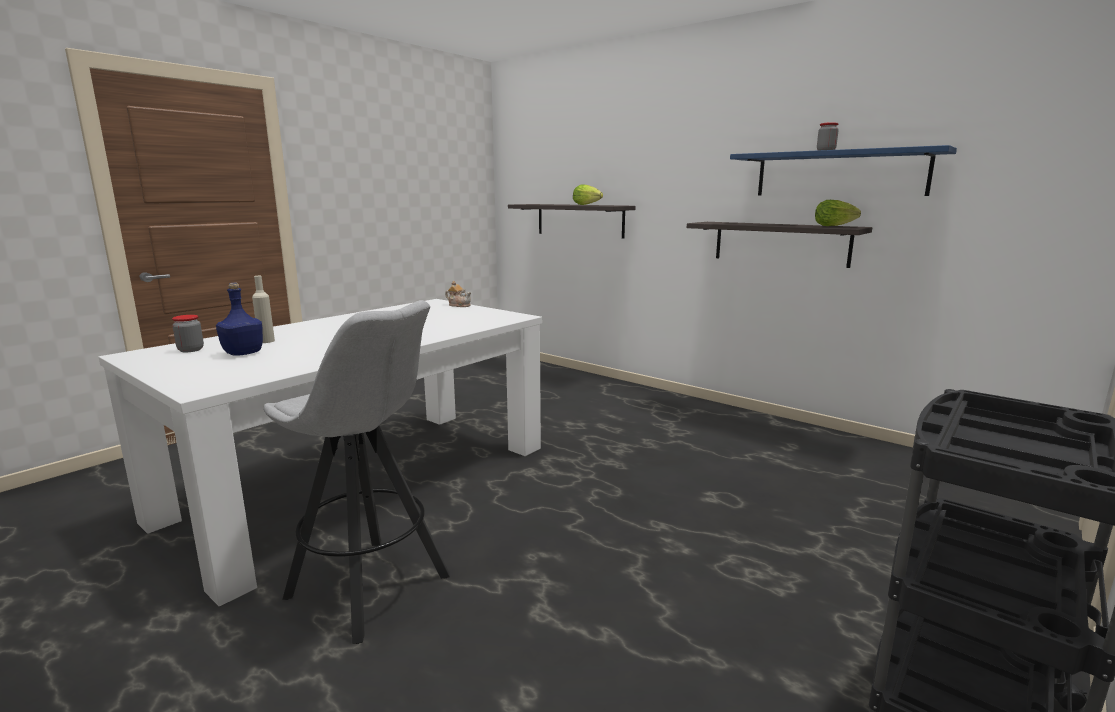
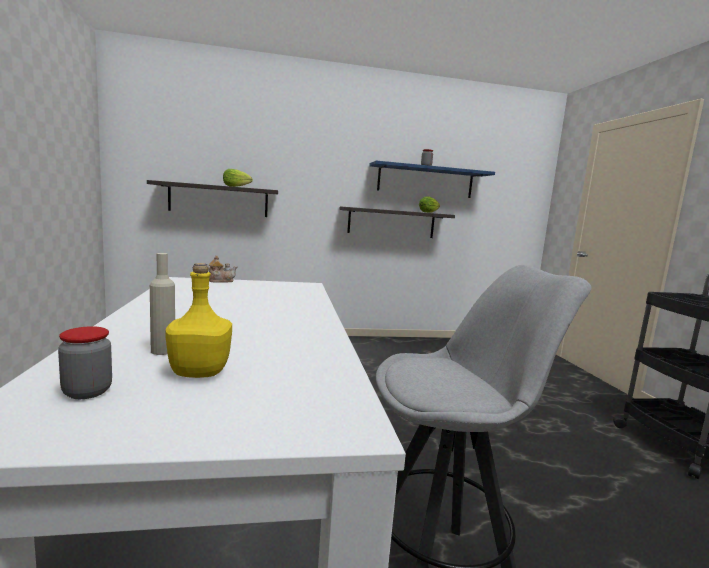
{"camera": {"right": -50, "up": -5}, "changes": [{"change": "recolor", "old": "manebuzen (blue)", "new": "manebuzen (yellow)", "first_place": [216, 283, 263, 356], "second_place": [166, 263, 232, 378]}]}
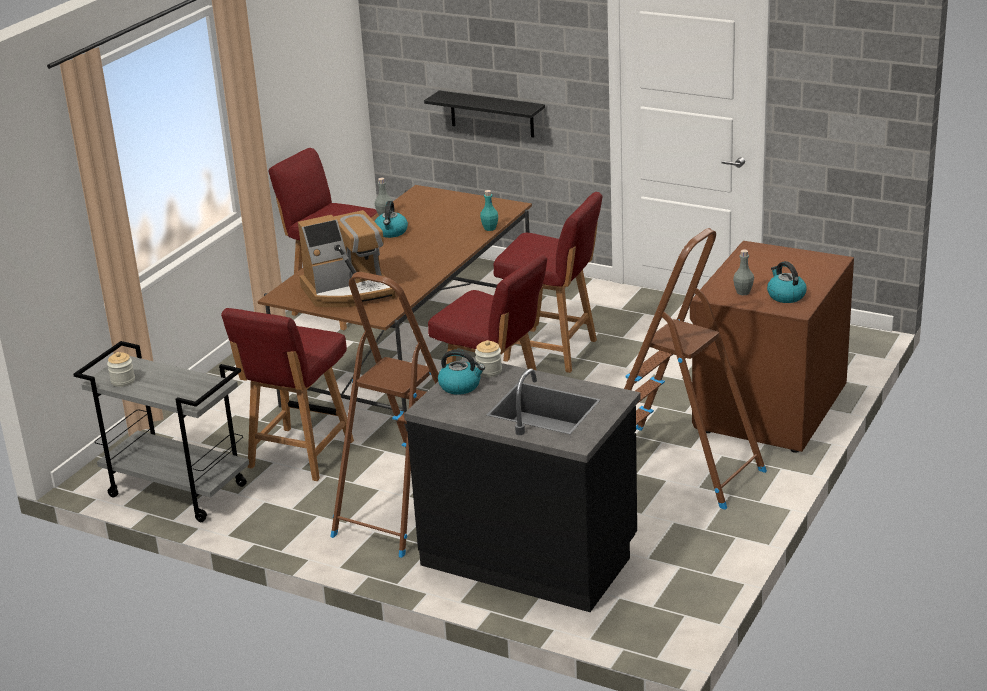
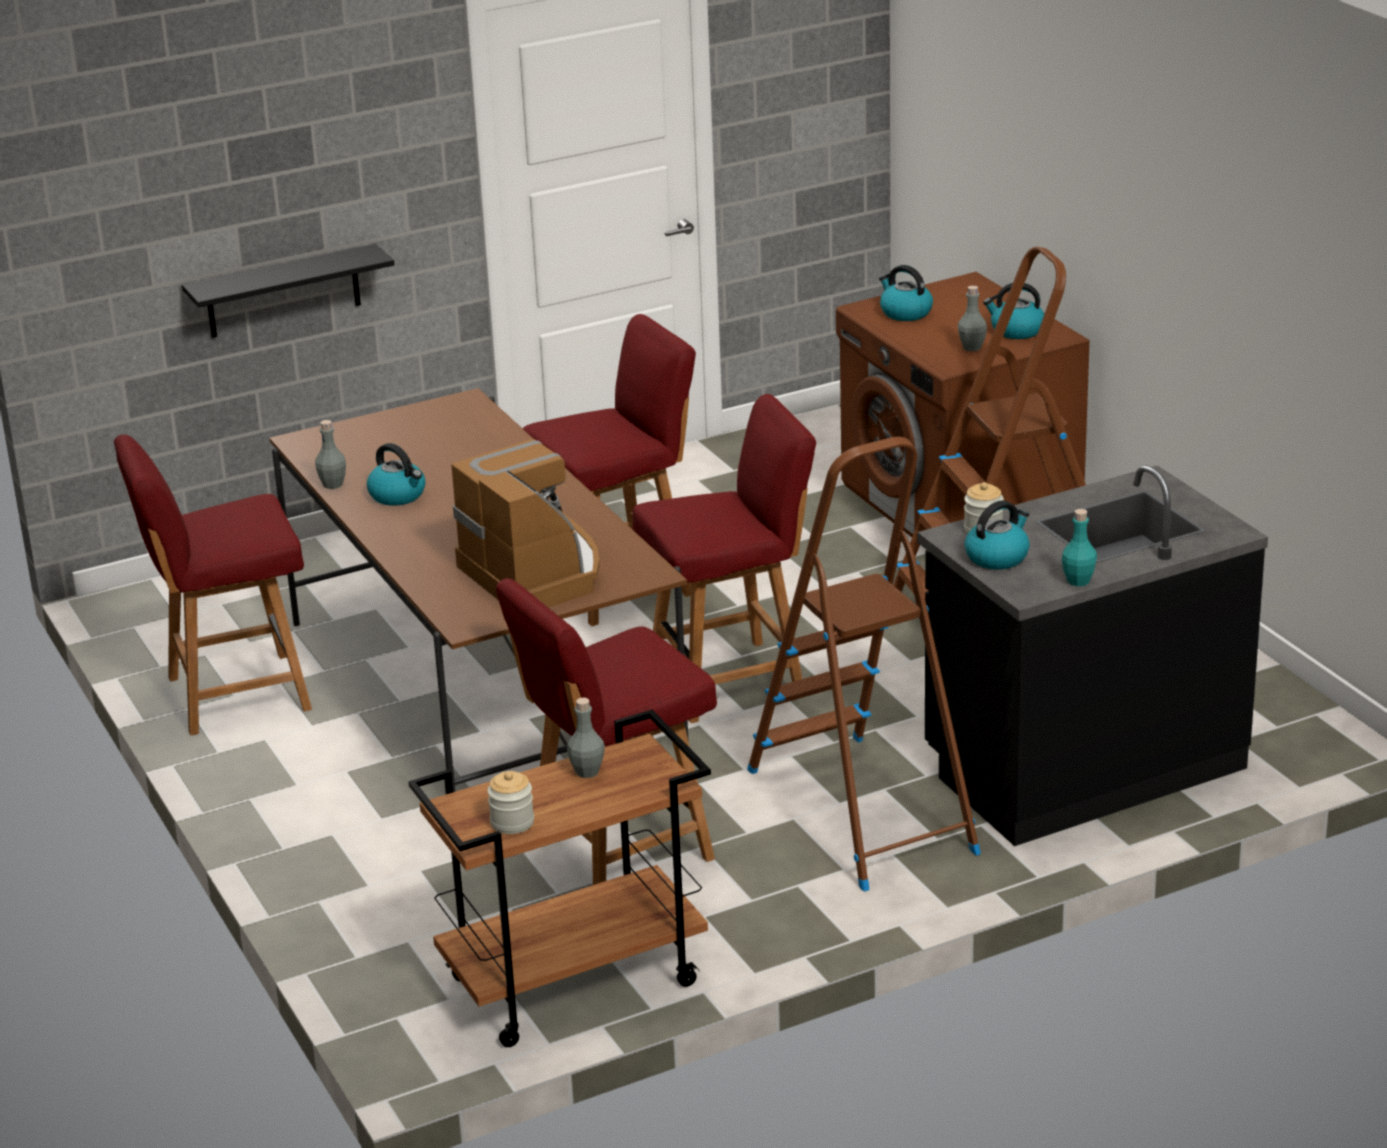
{"camera": {"right": -55, "up": 0}, "changes": [{"change": "insert", "new": "manebuzen (grey)", "second_place": [567, 698, 605, 778]}, {"change": "insert", "new": "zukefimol", "second_place": [879, 265, 933, 321]}, {"change": "move", "old": "manebuzen (turquoise)", "first_place": [480, 190, 498, 231], "second_place": [1062, 509, 1097, 586]}, {"change": "recolor", "old": "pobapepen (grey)", "new": "pobapepen (brown)", "first_place": [73, 341, 249, 522], "second_place": [408, 710, 711, 1047]}, {"change": "rotate", "old": "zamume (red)", "first_place": [221, 308, 354, 481], "second_place": [496, 578, 717, 885], "degrees": 90}, {"change": "rotate", "old": "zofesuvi", "first_place": [298, 210, 395, 307], "second_place": [451, 439, 600, 608], "degrees": -45}]}
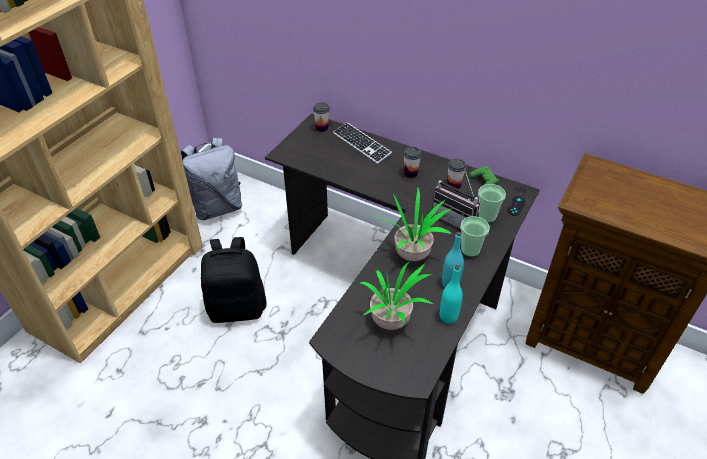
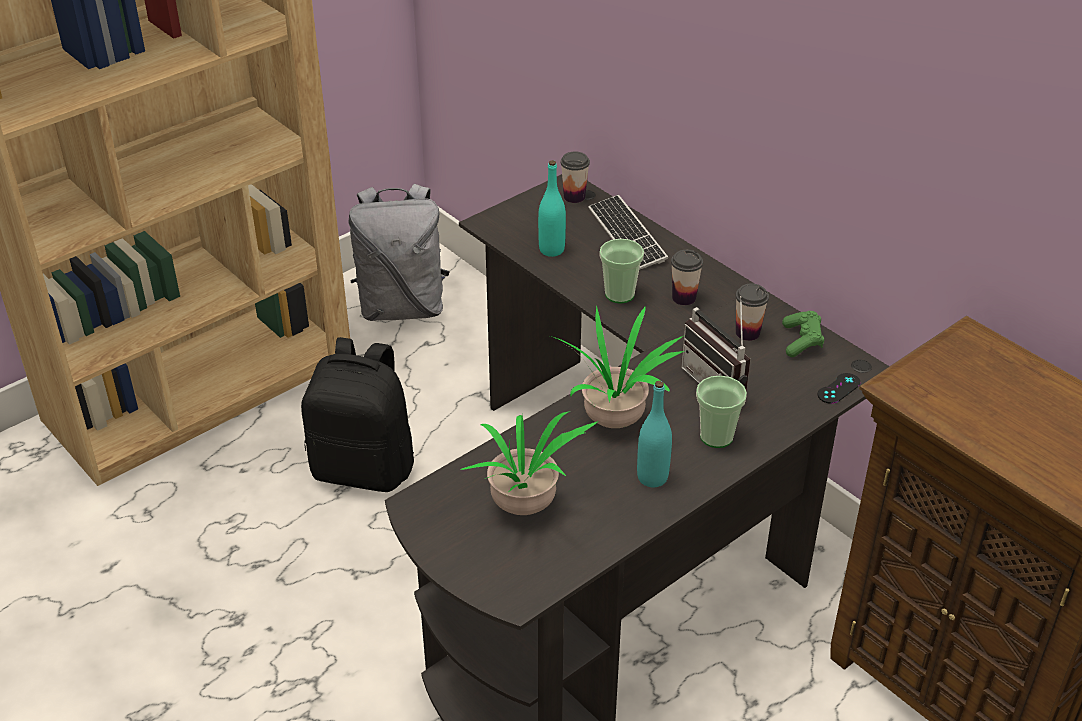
{"camera": {"right": 20, "up": -5}, "changes": [{"change": "move", "old": "manebuzen (turquoise)", "first_place": [440, 265, 463, 324], "second_place": [538, 160, 566, 257]}, {"change": "move", "old": "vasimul", "first_place": [478, 184, 506, 223], "second_place": [600, 239, 644, 304]}]}
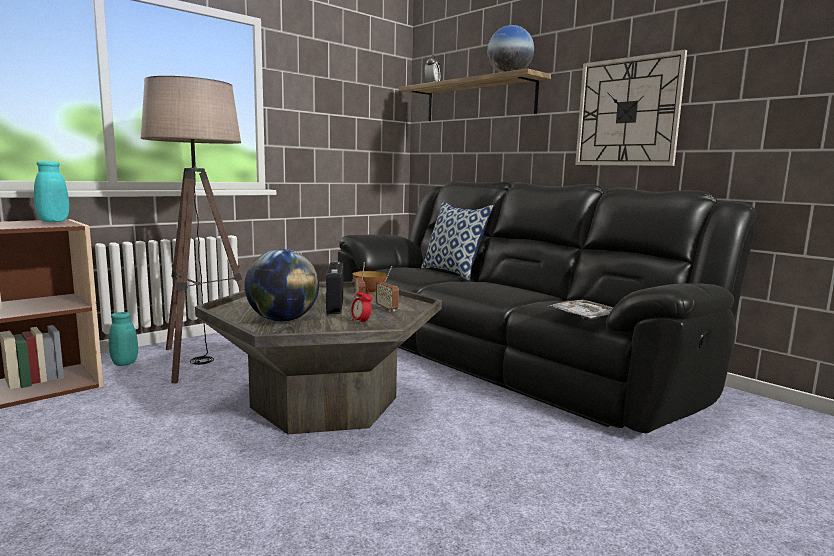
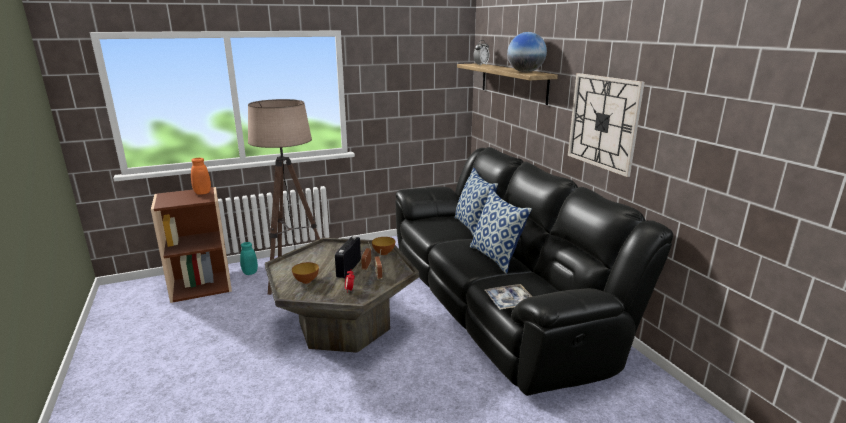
{"camera": {"right": 20, "up": 10}, "changes": [{"change": "insert", "new": "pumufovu", "second_place": [470, 188, 532, 274]}, {"change": "replace", "old": "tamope", "new": "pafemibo", "first_place": [244, 249, 319, 322], "second_place": [292, 262, 319, 284]}, {"change": "recolor", "old": "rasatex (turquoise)", "new": "rasatex (orange)", "first_place": [34, 161, 69, 222], "second_place": [191, 158, 211, 195]}]}
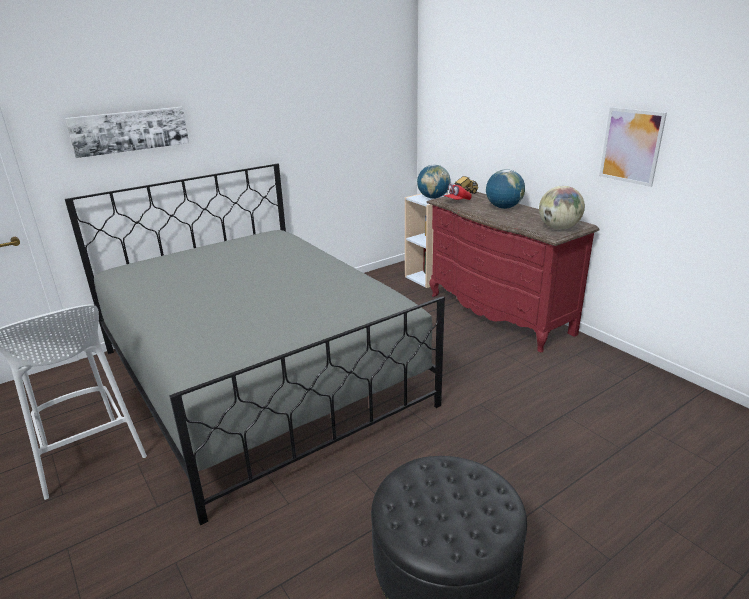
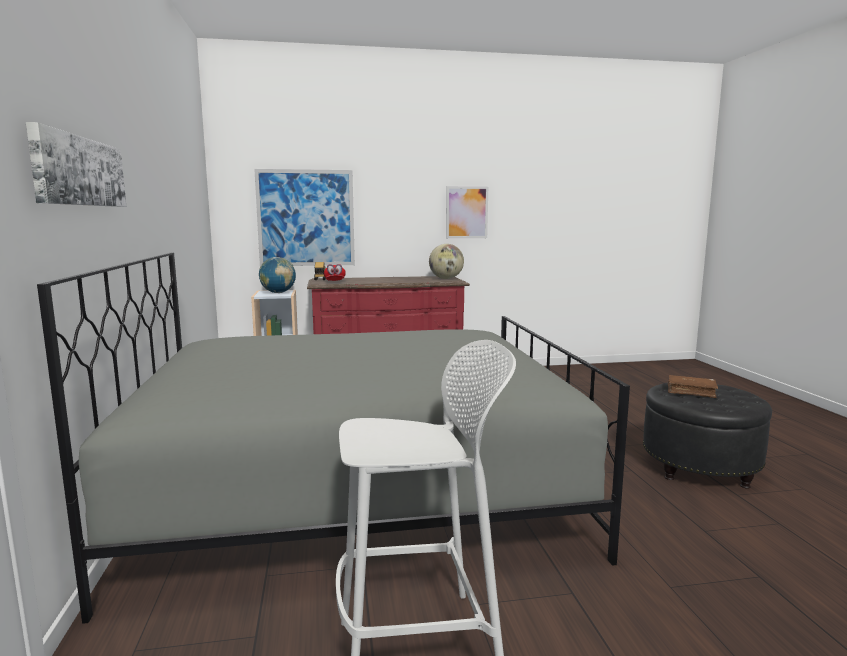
{"camera": {"right": -65, "up": -15}, "changes": [{"change": "delete", "old": "tamope", "first_place": [486, 169, 525, 209]}, {"change": "insert", "new": "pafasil", "second_place": [254, 169, 355, 266]}, {"change": "insert", "new": "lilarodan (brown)", "second_place": [668, 375, 718, 398]}]}
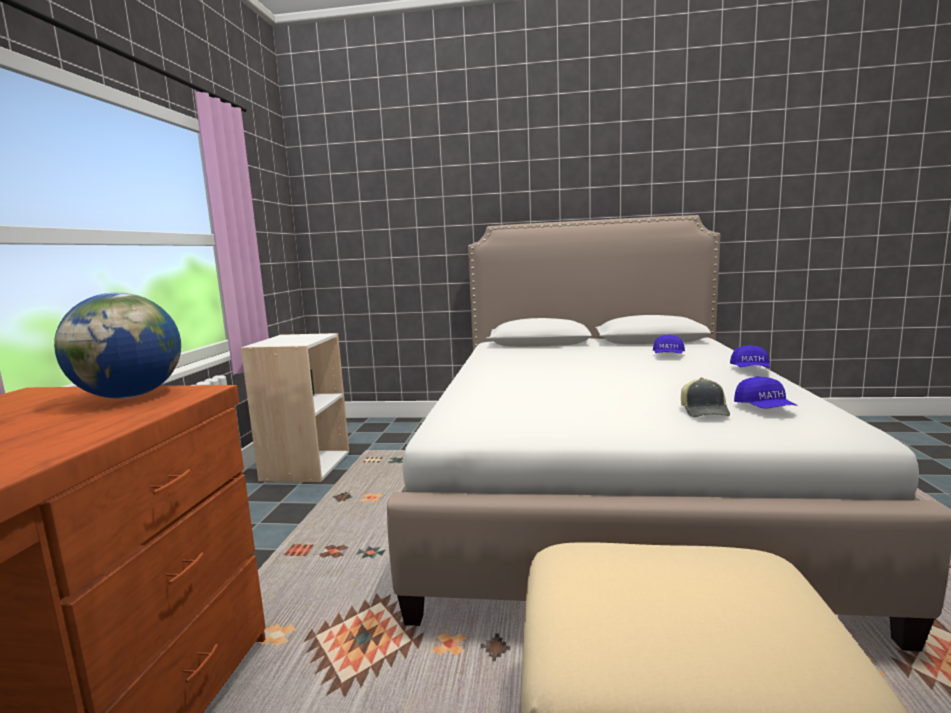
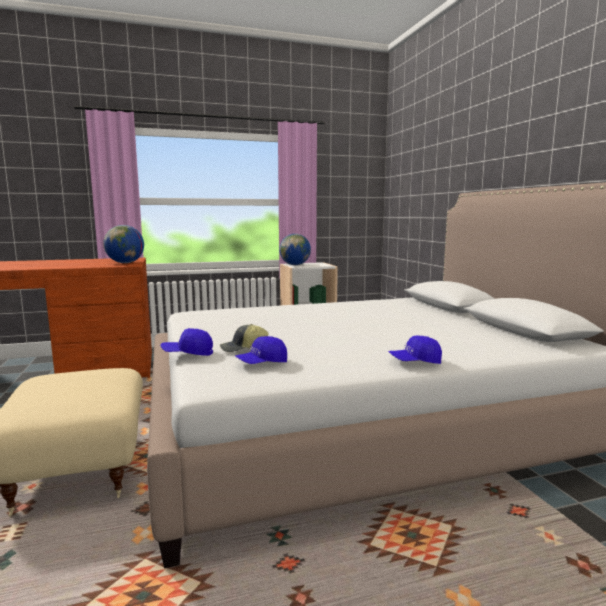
{"camera": {"right": 65, "up": 0}, "changes": [{"change": "insert", "new": "tamope", "second_place": [279, 234, 311, 265]}, {"change": "move", "old": "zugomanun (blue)", "first_place": [653, 335, 685, 354], "second_place": [160, 328, 213, 356]}]}
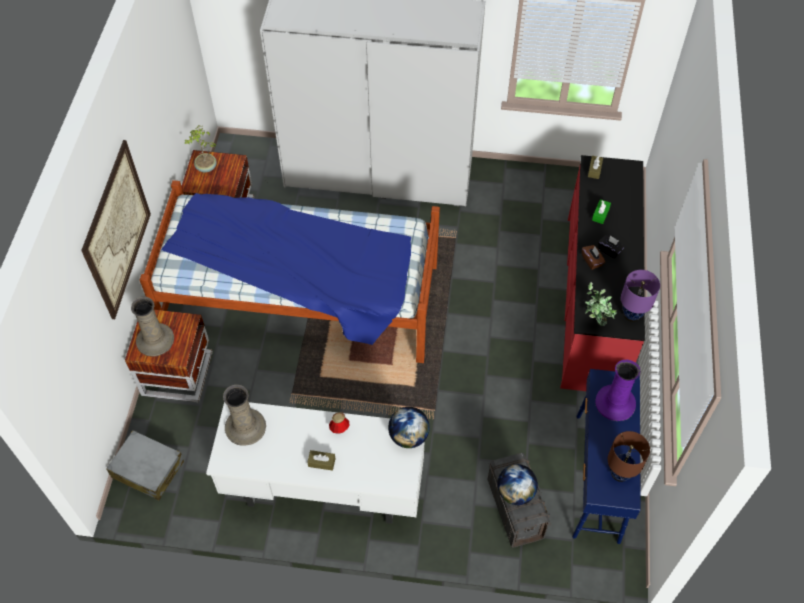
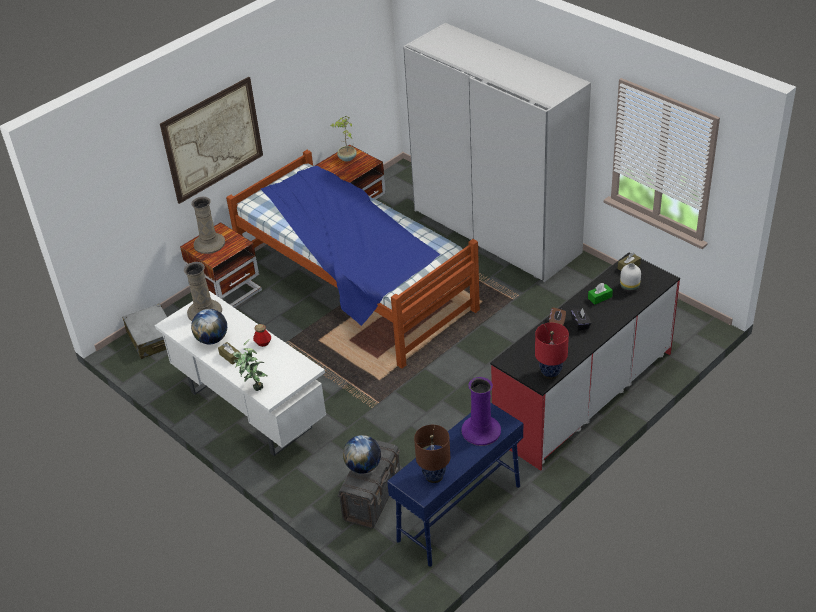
{"camera": {"right": 40, "up": -15}, "changes": [{"change": "insert", "new": "rasatex (white)", "second_place": [620, 263, 641, 292]}, {"change": "move", "old": "tamope", "first_place": [388, 407, 430, 448], "second_place": [191, 309, 227, 344]}, {"change": "move", "old": "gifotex", "first_place": [585, 282, 617, 326], "second_place": [232, 339, 267, 391]}, {"change": "recolor", "old": "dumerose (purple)", "new": "dumerose (red)", "first_place": [621, 270, 660, 322], "second_place": [535, 323, 569, 379]}]}
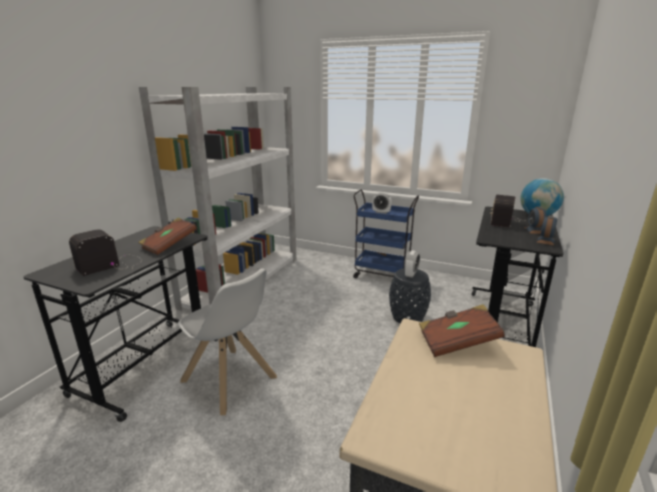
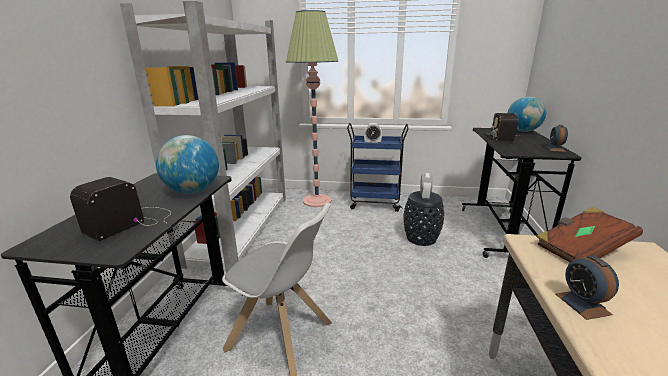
{"camera": {"right": -15, "up": 0}, "changes": [{"change": "insert", "new": "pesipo", "second_place": [286, 10, 339, 207]}, {"change": "move", "old": "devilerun", "first_place": [524, 206, 546, 234], "second_place": [555, 255, 619, 320]}, {"change": "replace", "old": "lilarodan (brown)", "new": "tamope", "first_place": [138, 218, 197, 255], "second_place": [156, 135, 219, 193]}]}
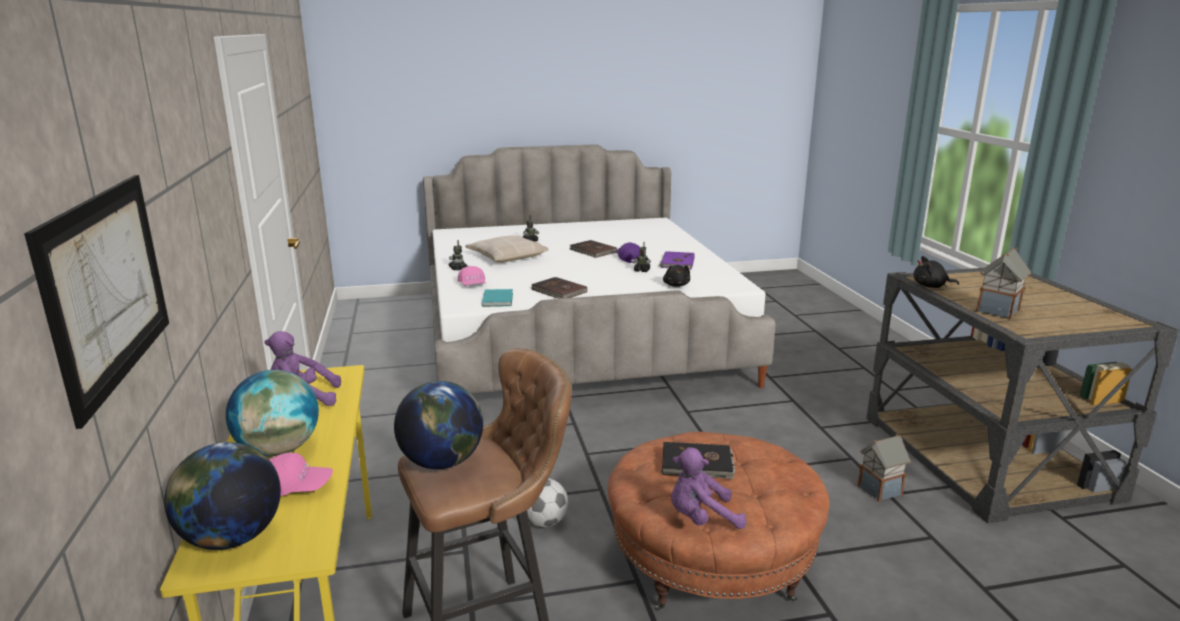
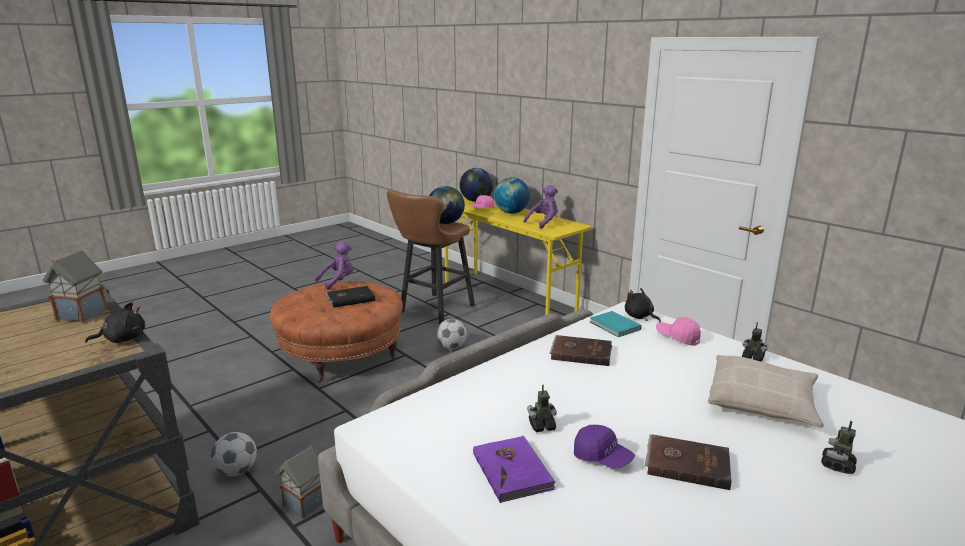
{"camera": {"right": 150, "up": 0}, "changes": [{"change": "delete", "old": "pafasil", "first_place": [24, 175, 169, 429]}, {"change": "insert", "new": "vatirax", "second_place": [211, 432, 257, 476]}, {"change": "move", "old": "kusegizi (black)", "first_place": [663, 265, 690, 287], "second_place": [625, 288, 661, 322]}, {"change": "move", "old": "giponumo", "first_place": [857, 434, 911, 502], "second_place": [276, 445, 323, 519]}]}
